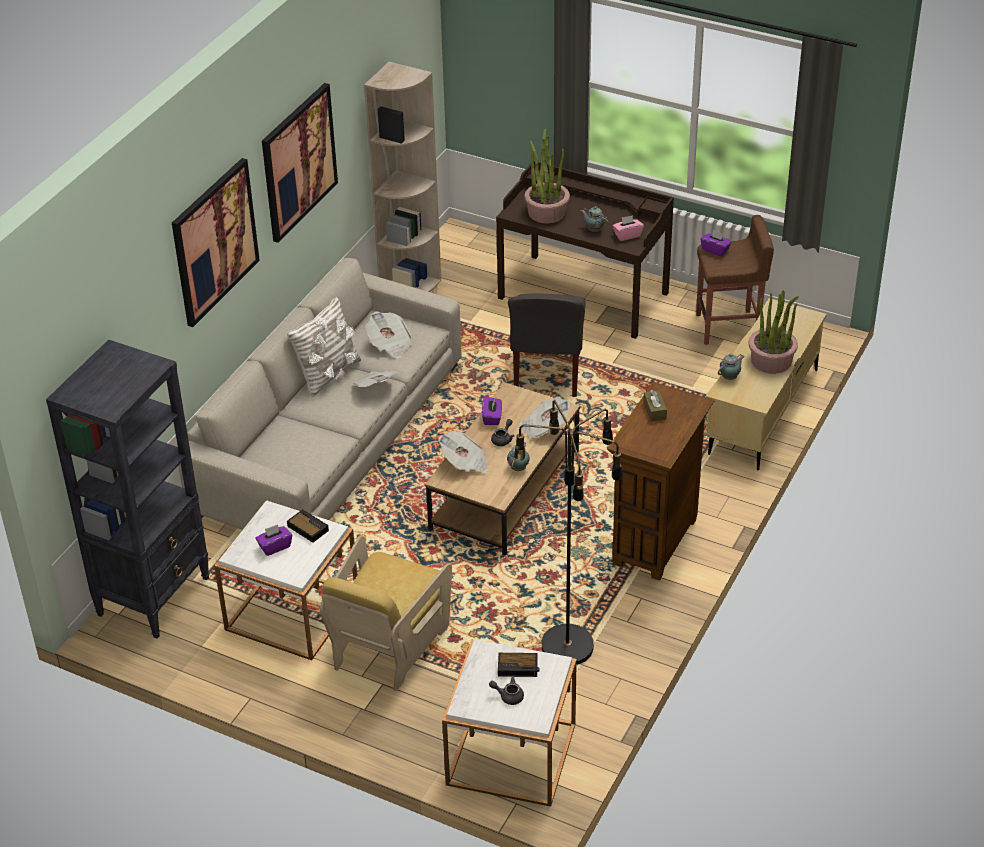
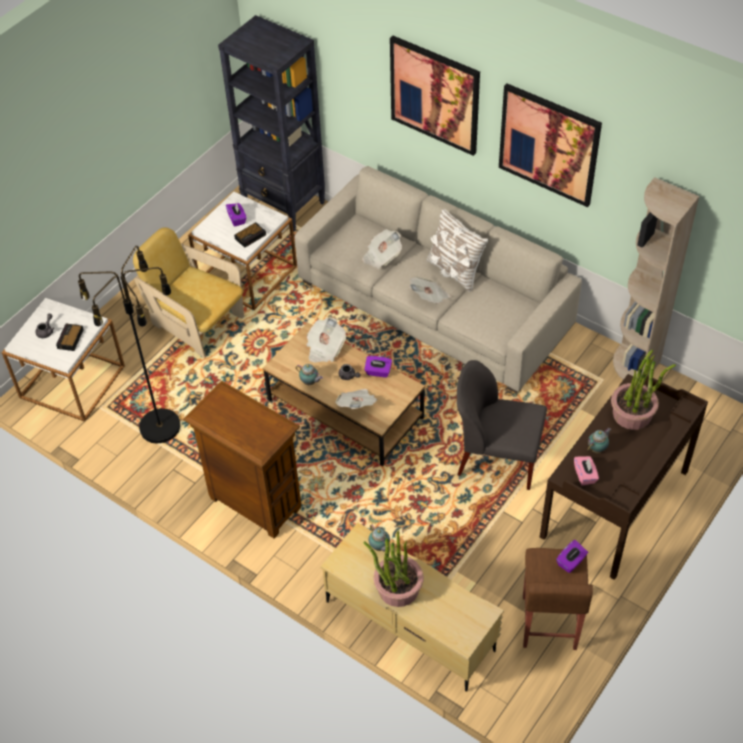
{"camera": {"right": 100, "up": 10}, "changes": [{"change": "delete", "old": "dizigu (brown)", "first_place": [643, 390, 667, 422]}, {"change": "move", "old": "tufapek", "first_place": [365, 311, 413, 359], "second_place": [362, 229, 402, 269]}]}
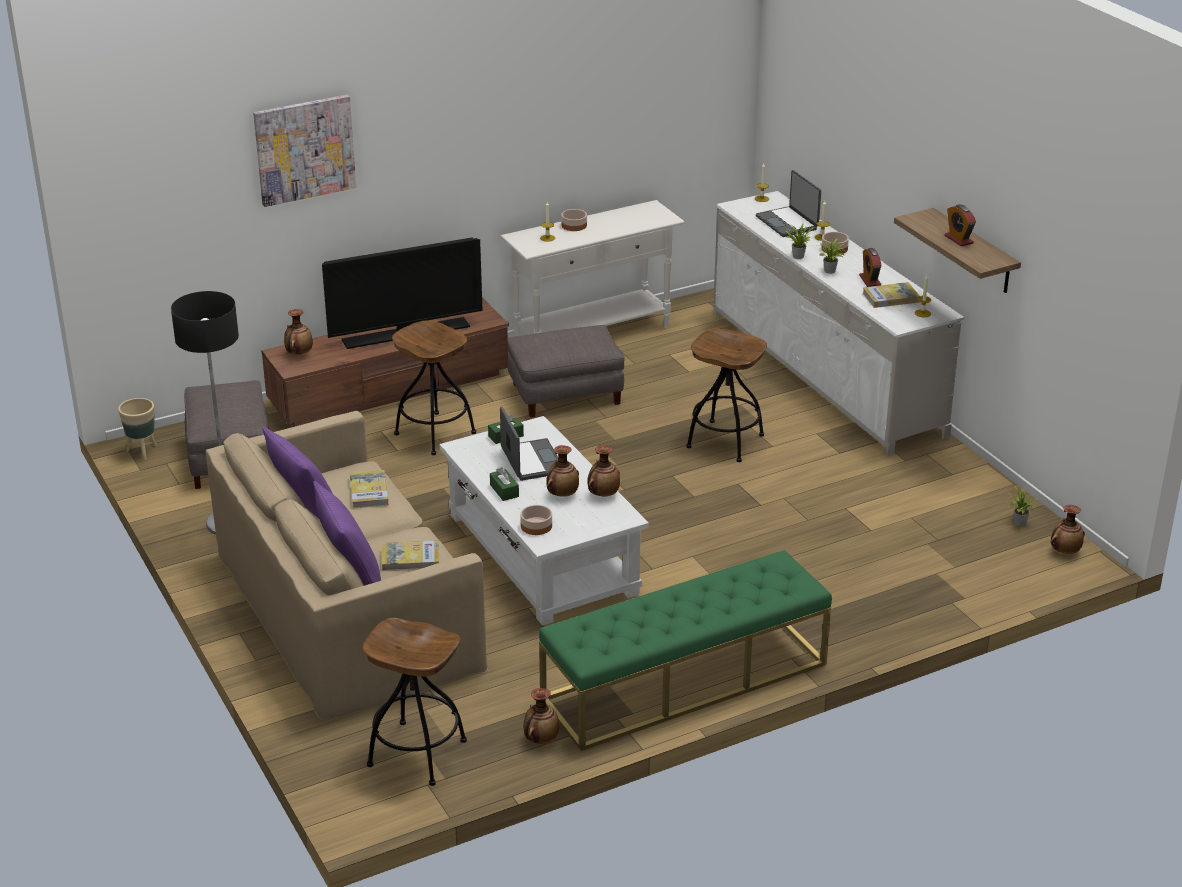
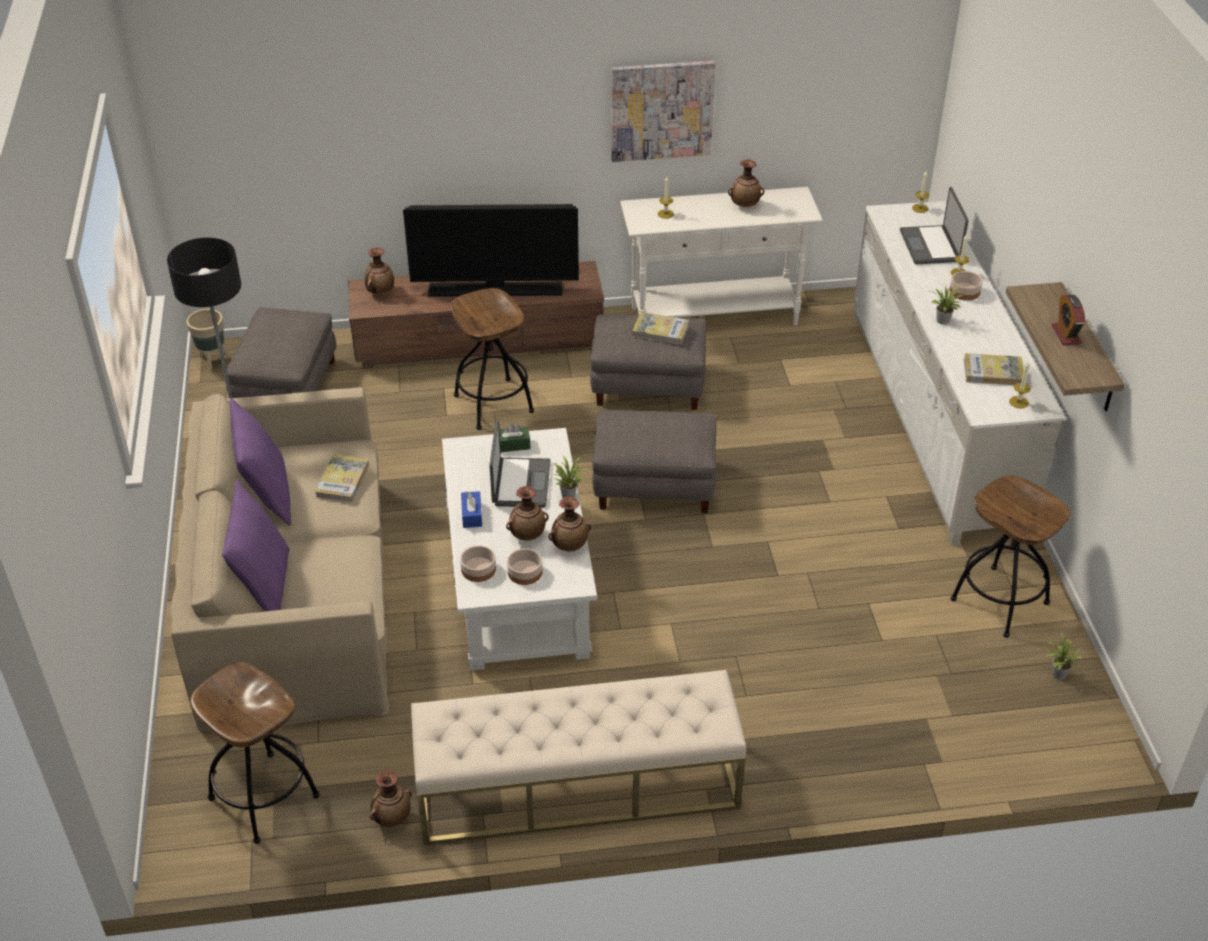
{"camera": {"right": 20, "up": 10}, "changes": [{"change": "delete", "old": "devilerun", "first_place": [859, 248, 881, 287]}, {"change": "insert", "new": "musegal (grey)", "second_place": [592, 410, 716, 513]}, {"change": "move", "old": "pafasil", "first_place": [253, 95, 356, 207], "second_place": [611, 61, 716, 162]}, {"change": "move", "old": "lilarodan", "first_place": [382, 540, 439, 571], "second_place": [632, 312, 689, 345]}, {"change": "move", "old": "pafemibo", "first_place": [561, 209, 587, 231], "second_place": [507, 548, 543, 585]}, {"change": "move", "old": "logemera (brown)", "first_place": [686, 328, 767, 462], "second_place": [951, 476, 1070, 638]}, {"change": "move", "old": "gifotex", "first_place": [786, 222, 817, 259], "second_place": [554, 456, 588, 498]}, {"change": "move", "old": "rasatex", "first_place": [1051, 505, 1085, 554], "second_place": [728, 160, 764, 207]}, {"change": "recolor", "old": "dizigu (green)", "new": "dizigu (blue)", "first_place": [490, 467, 519, 501], "second_place": [461, 491, 482, 528]}, {"change": "recolor", "old": "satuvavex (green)", "new": "satuvavex (beige)", "first_place": [539, 550, 832, 751], "second_place": [411, 670, 746, 845]}]}
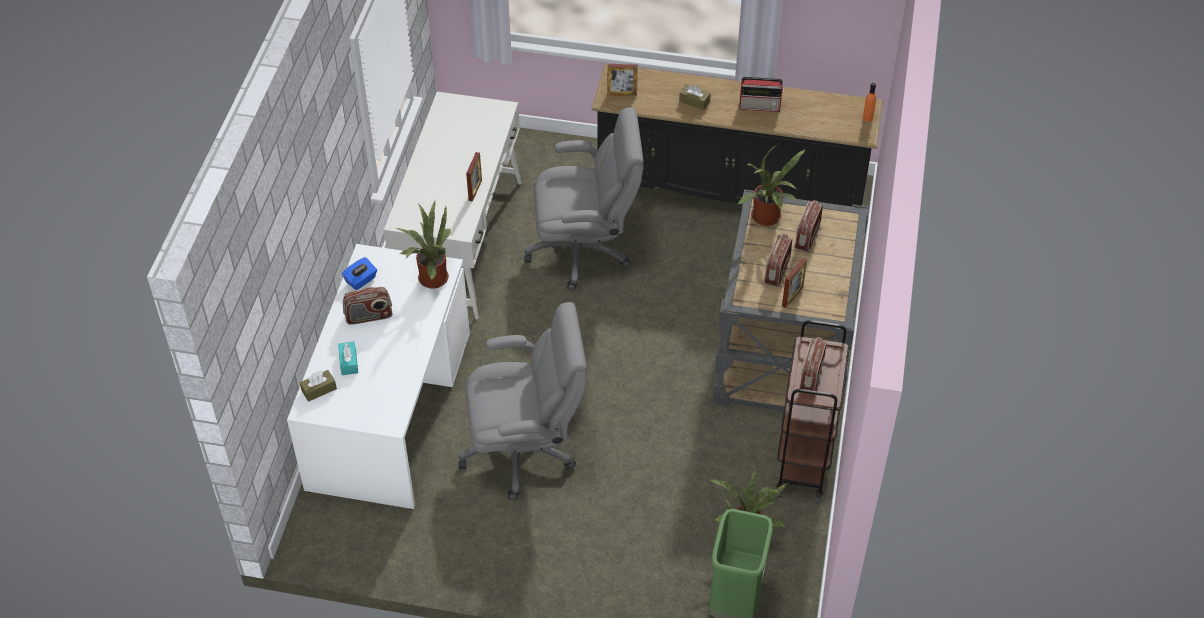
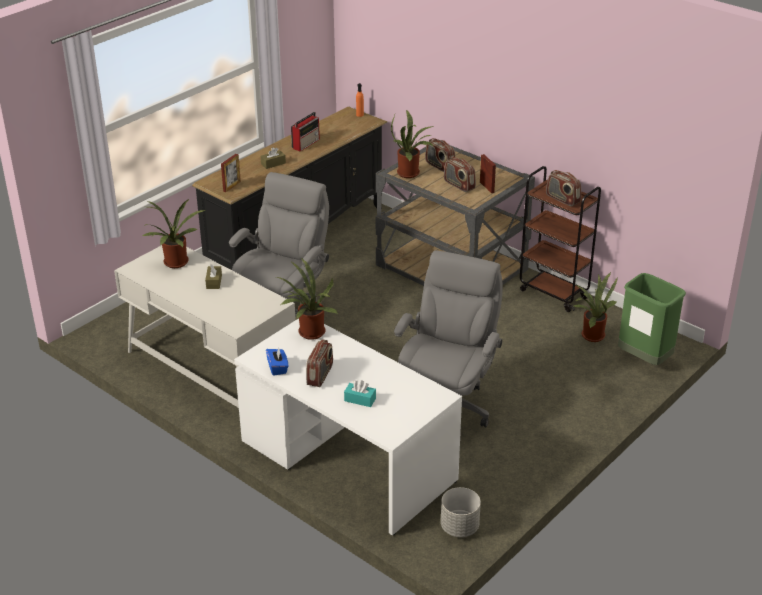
{"camera": {"right": -60, "up": -15}, "changes": [{"change": "delete", "old": "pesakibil", "first_place": [466, 152, 482, 202]}, {"change": "insert", "new": "gifotex", "second_place": [142, 199, 205, 268]}, {"change": "insert", "new": "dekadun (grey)", "second_place": [441, 487, 481, 537]}, {"change": "move", "old": "dizigu (brown)", "first_place": [300, 370, 337, 402], "second_place": [205, 264, 222, 289]}]}
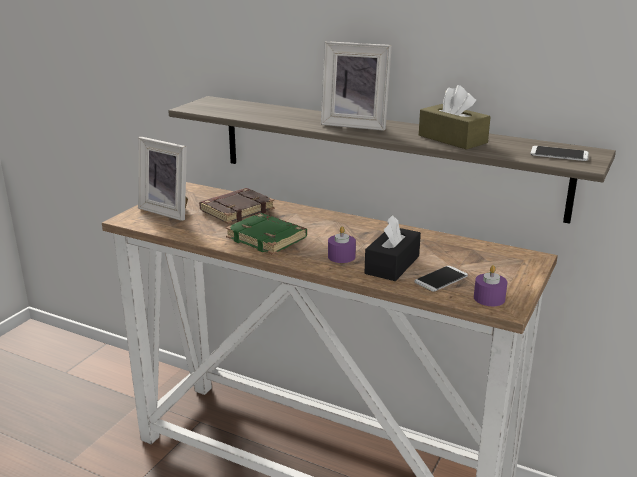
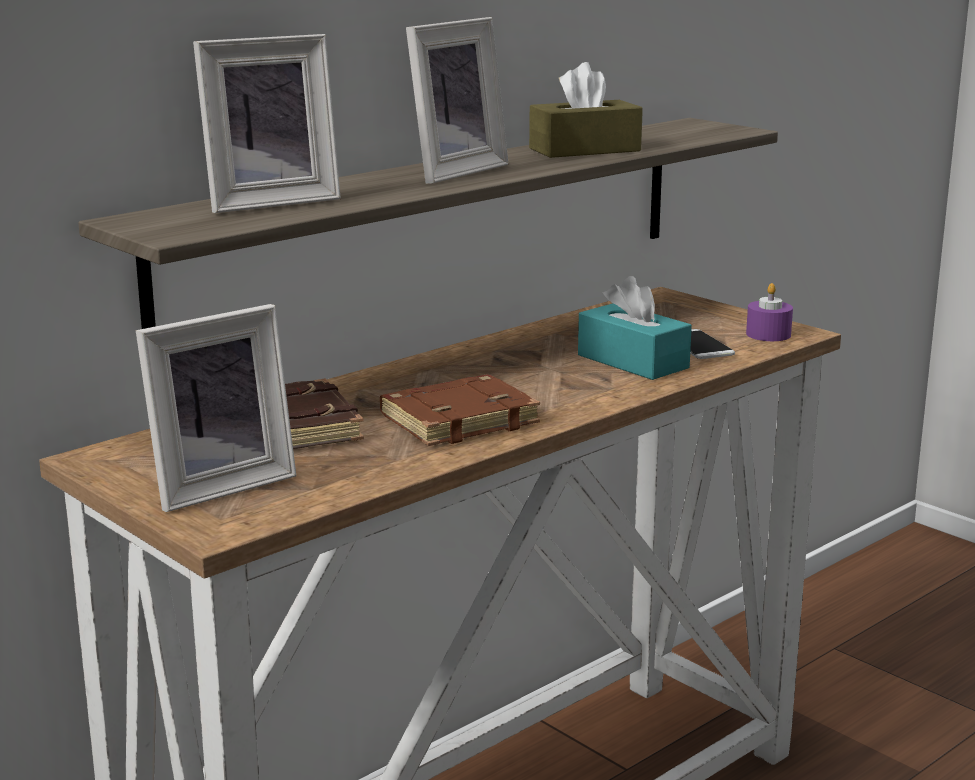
{"camera": {"right": -70, "up": -5}, "changes": [{"change": "delete", "old": "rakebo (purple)", "first_place": [328, 226, 356, 263]}, {"change": "delete", "old": "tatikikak", "first_place": [530, 146, 589, 161]}, {"change": "insert", "new": "pesakibil", "second_place": [193, 34, 341, 213]}, {"change": "recolor", "old": "lilarodan (green)", "new": "lilarodan (brown)", "first_place": [226, 213, 307, 255], "second_place": [380, 374, 540, 446]}, {"change": "recolor", "old": "dizigu (black)", "new": "dizigu (turquoise)", "first_place": [365, 215, 421, 281], "second_place": [578, 276, 692, 380]}]}
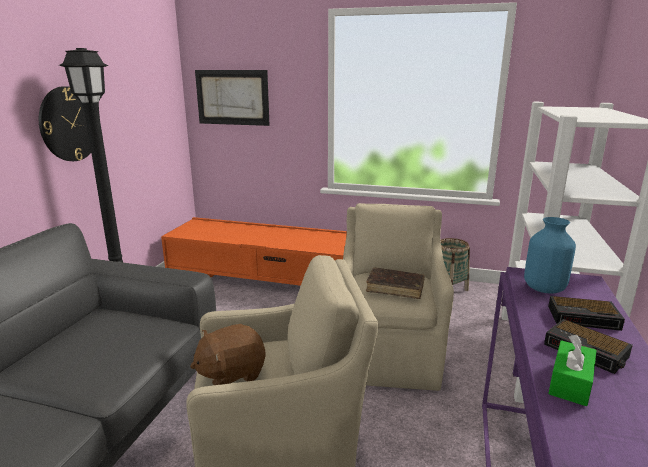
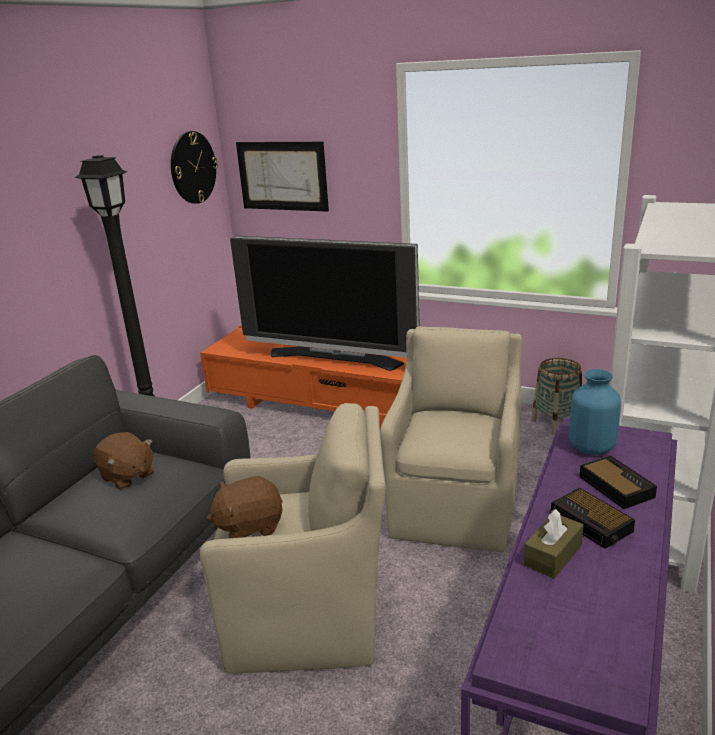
{"camera": {"right": 10, "up": 5}, "changes": [{"change": "delete", "old": "lilarodan (brown)", "first_place": [366, 267, 425, 299]}, {"change": "insert", "new": "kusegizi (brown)", "second_place": [93, 432, 154, 490]}, {"change": "insert", "new": "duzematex", "second_place": [230, 236, 420, 371]}, {"change": "move", "old": "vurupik", "first_place": [39, 86, 91, 161], "second_place": [171, 131, 218, 204]}, {"change": "recolor", "old": "dizigu (green)", "new": "dizigu (brown)", "first_place": [549, 335, 597, 406], "second_place": [524, 509, 584, 579]}, {"change": "rotate", "old": "devilerun", "first_place": [548, 296, 625, 331], "second_place": [579, 455, 657, 509], "degrees": -135}]}
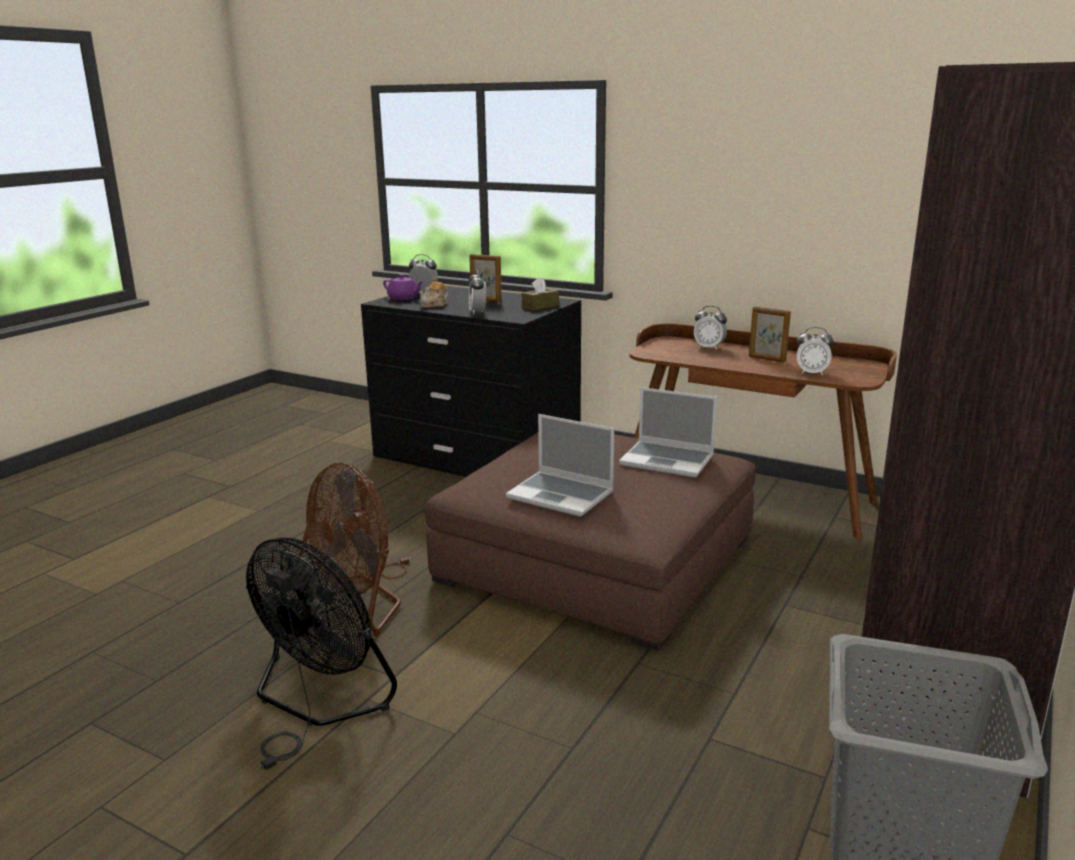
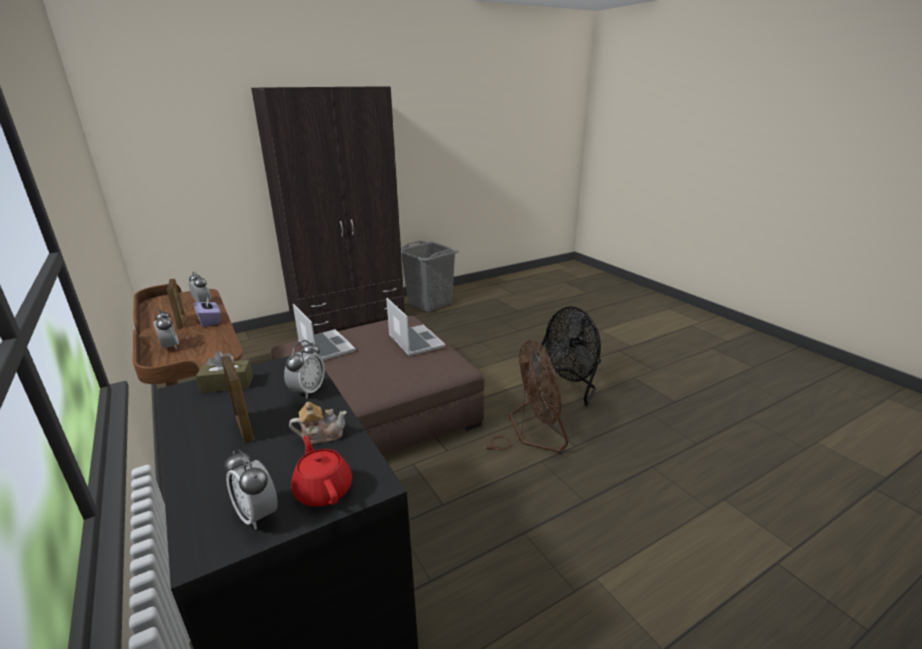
{"camera": {"right": -150, "up": 5}, "changes": [{"change": "insert", "new": "dizigu (purple)", "second_place": [194, 296, 220, 327]}, {"change": "recolor", "old": "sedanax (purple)", "new": "sedanax (red)", "first_place": [383, 274, 424, 300], "second_place": [291, 435, 352, 507]}]}
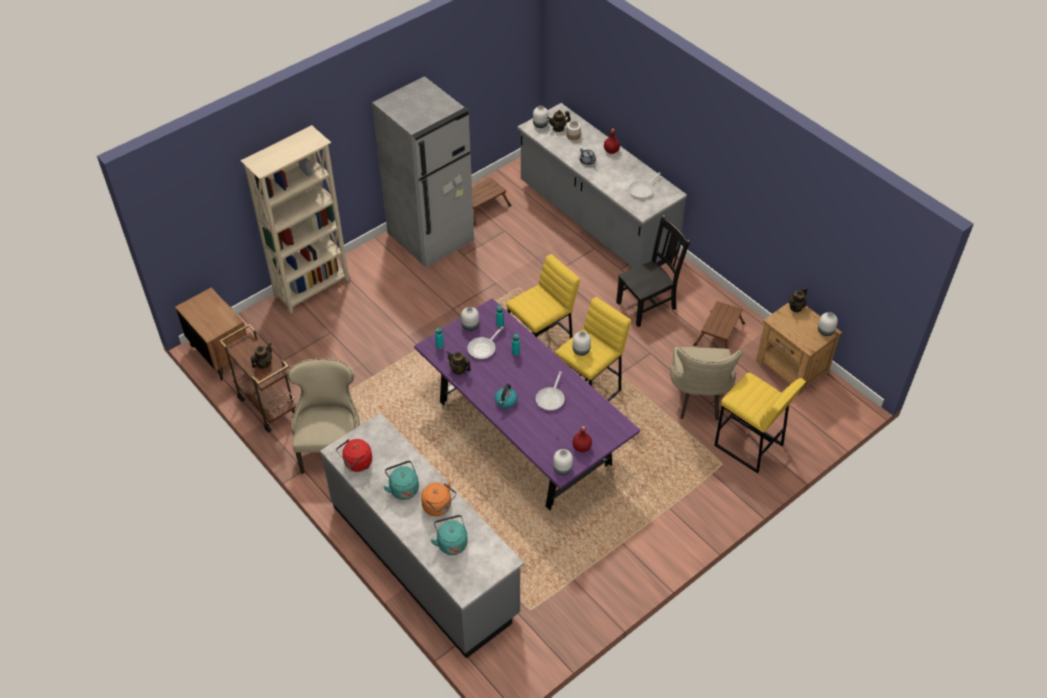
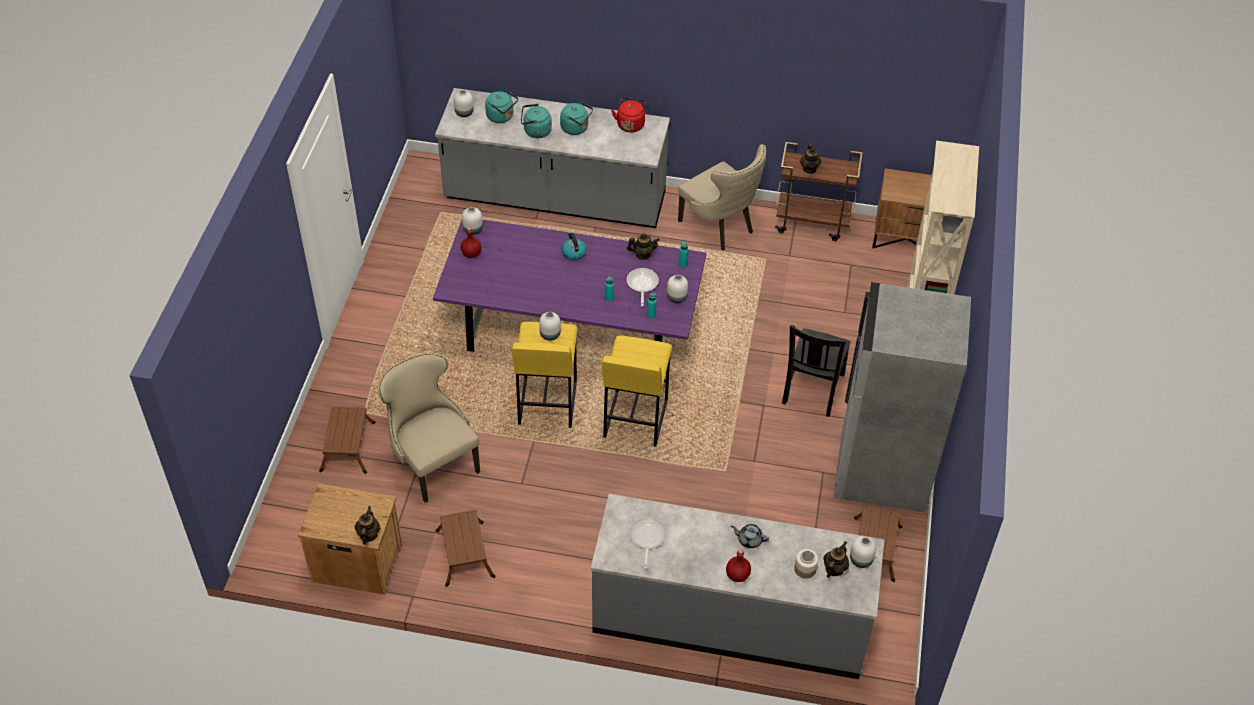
{"camera": {"right": 140, "up": 0}, "changes": [{"change": "delete", "old": "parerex", "first_place": [536, 371, 565, 410]}, {"change": "move", "old": "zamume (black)", "first_place": [616, 215, 690, 327], "second_place": [782, 325, 851, 417]}, {"change": "move", "old": "rasatex (white)", "first_place": [818, 312, 838, 336], "second_place": [454, 90, 473, 117]}, {"change": "replace", "old": "logemera (yellow)", "new": "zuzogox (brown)", "first_place": [714, 373, 806, 473], "second_place": [319, 407, 376, 474]}, {"change": "recolor", "old": "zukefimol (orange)", "new": "zukefimol (turquoise)", "first_place": [421, 482, 456, 516], "second_place": [521, 104, 552, 138]}]}
